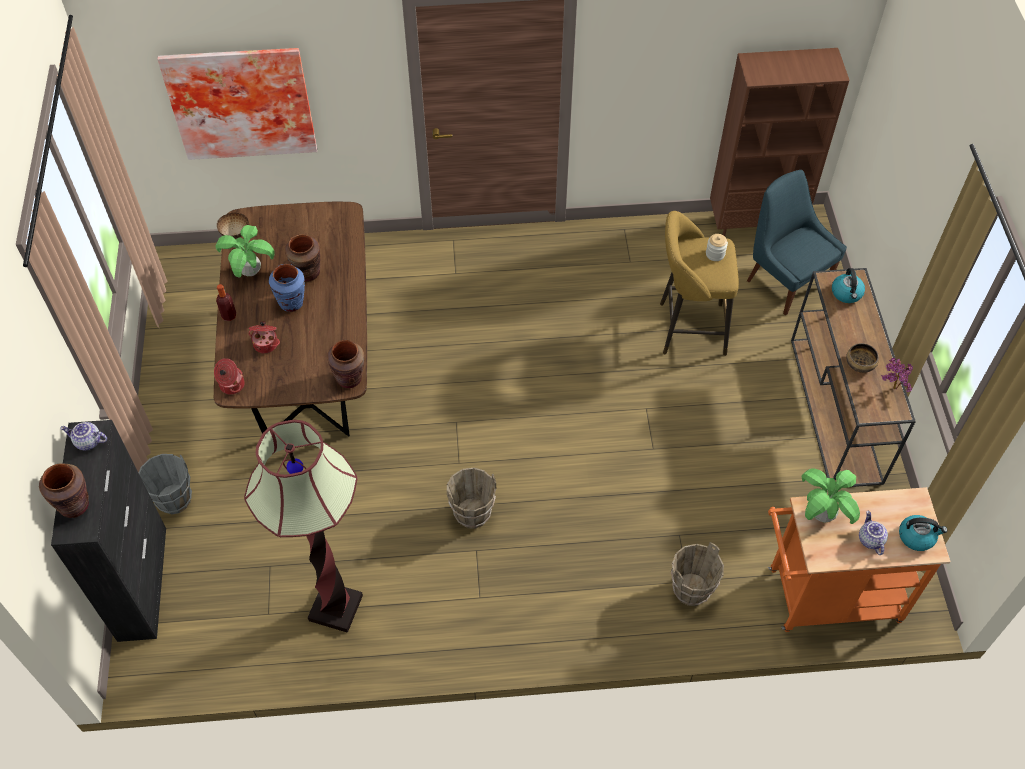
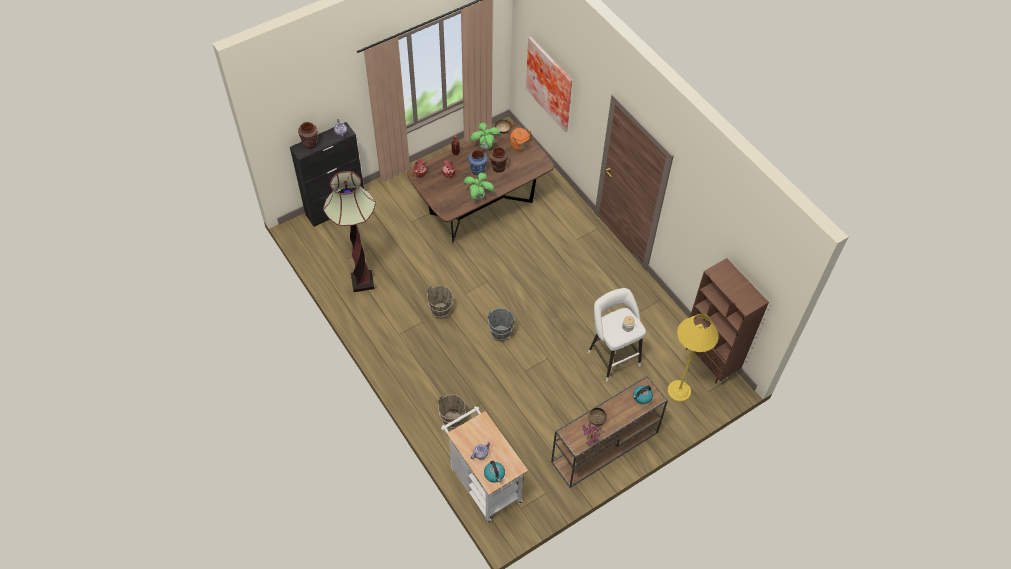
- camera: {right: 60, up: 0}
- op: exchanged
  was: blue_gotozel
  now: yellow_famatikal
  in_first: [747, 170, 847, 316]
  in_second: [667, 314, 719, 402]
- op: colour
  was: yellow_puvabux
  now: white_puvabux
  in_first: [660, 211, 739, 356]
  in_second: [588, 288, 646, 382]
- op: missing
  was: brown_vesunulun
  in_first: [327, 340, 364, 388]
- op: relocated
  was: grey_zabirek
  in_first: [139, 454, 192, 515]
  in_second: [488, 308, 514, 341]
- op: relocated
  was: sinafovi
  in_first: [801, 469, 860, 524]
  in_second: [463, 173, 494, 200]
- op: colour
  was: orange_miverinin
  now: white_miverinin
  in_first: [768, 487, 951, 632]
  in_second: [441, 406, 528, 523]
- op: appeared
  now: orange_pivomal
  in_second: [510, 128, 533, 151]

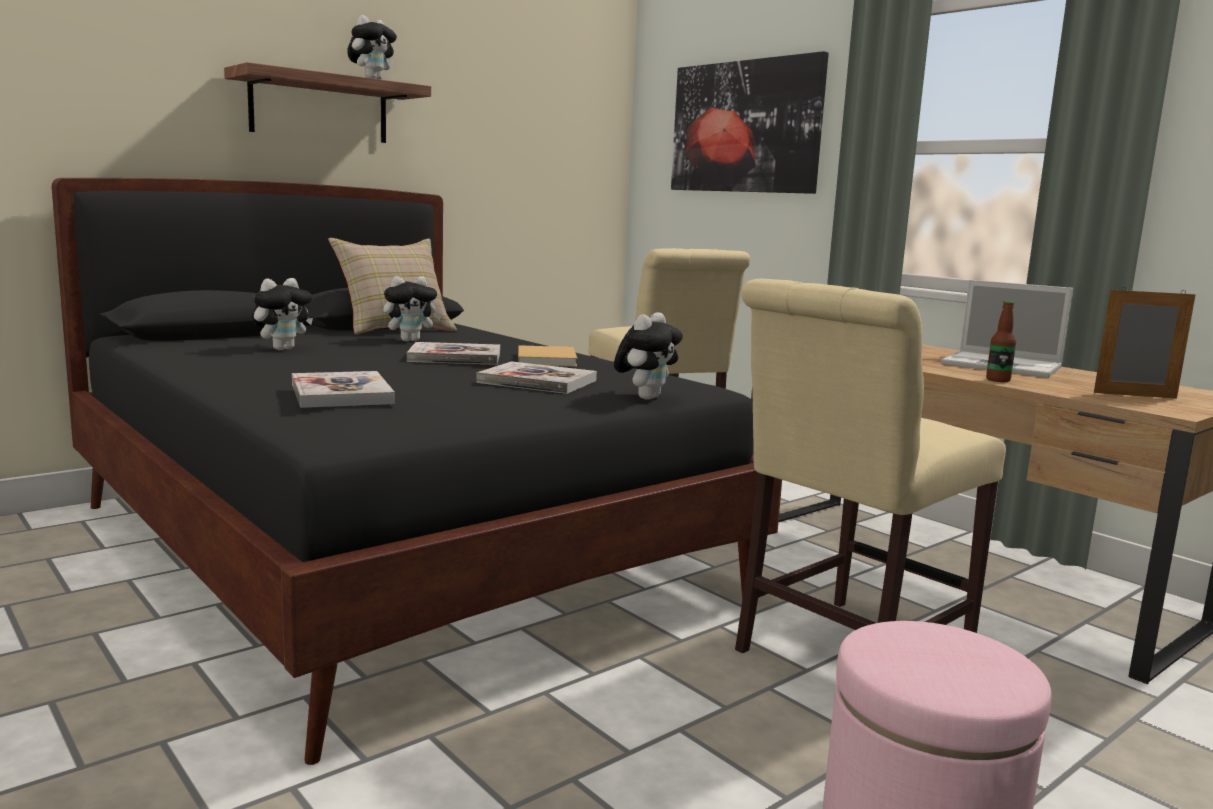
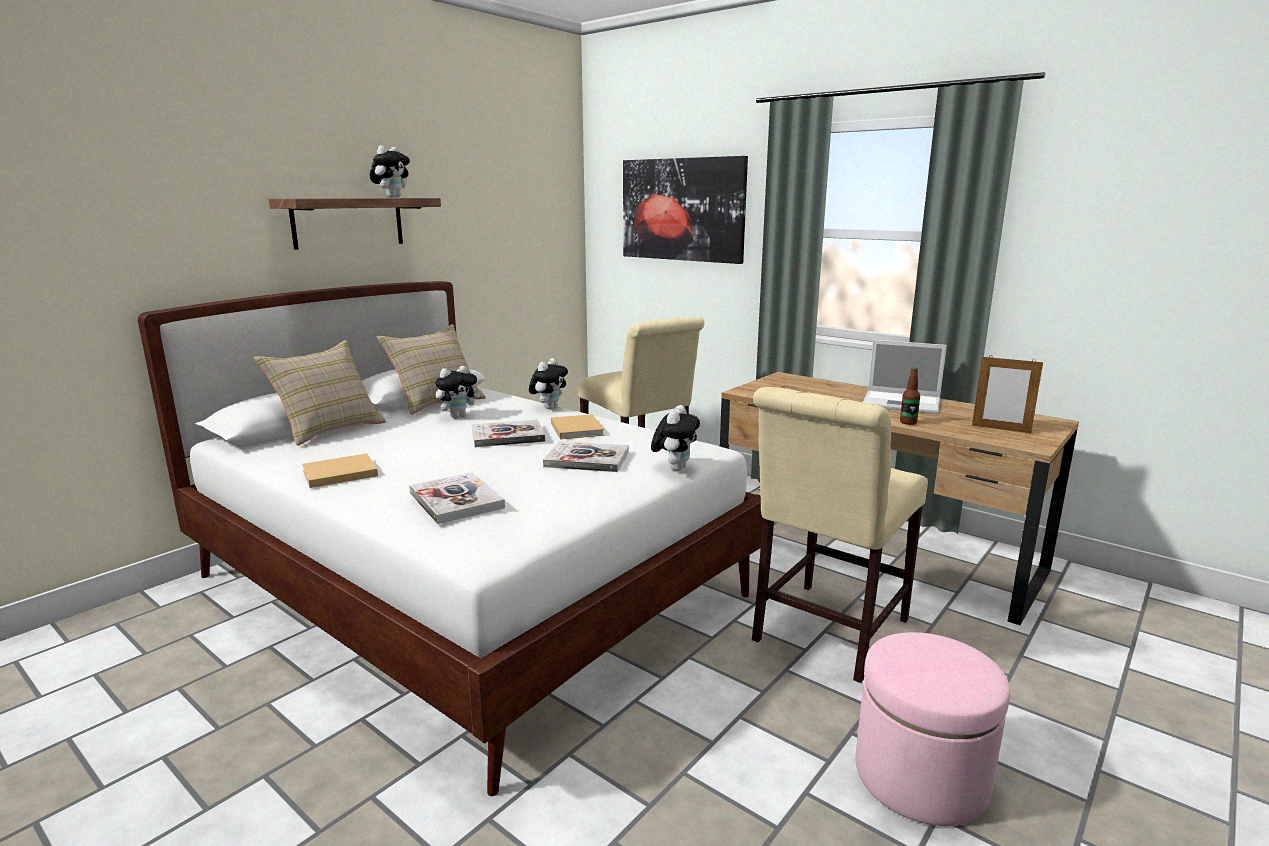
- camera: {right: -10, up: 5}
- op: colour
  was: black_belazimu
  now: white_belazimu
  in_first: [52, 178, 782, 765]
  in_second: [138, 281, 763, 796]
- op: relocated
  was: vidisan
  in_first: [252, 278, 313, 350]
  in_second: [529, 358, 568, 409]
- op: spun
  was: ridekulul
  in_first: [1094, 288, 1196, 399]
  in_second: [972, 355, 1043, 433]
  clockwise: -150
- op: appeared
  now: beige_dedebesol
  in_second: [253, 340, 386, 446]
- op: appeared
  now: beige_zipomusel
  in_second: [302, 453, 378, 488]

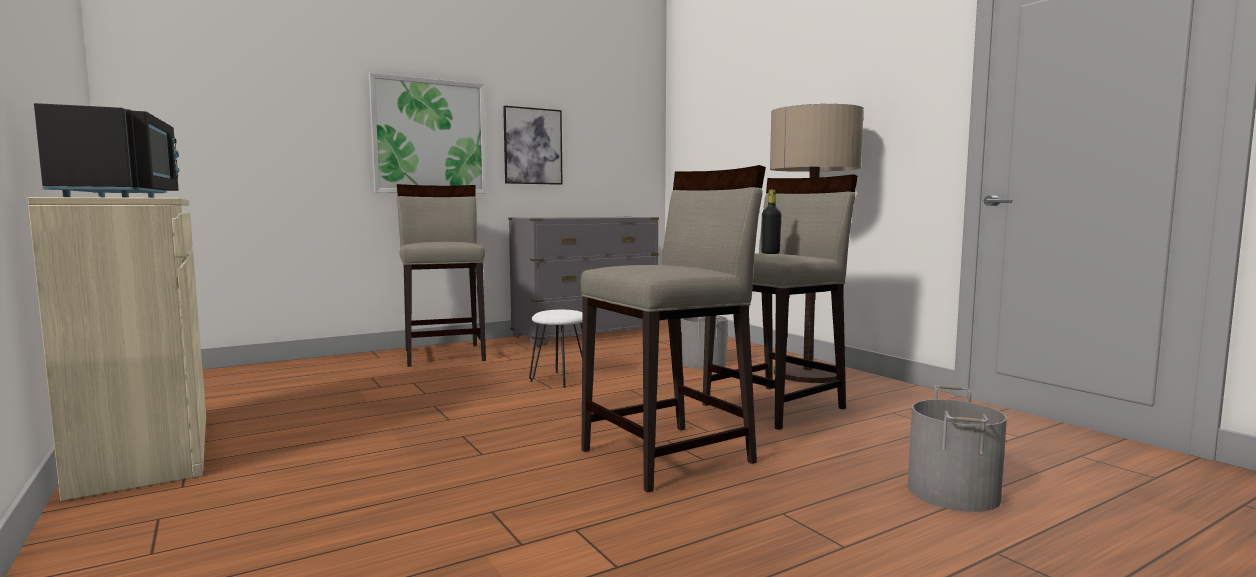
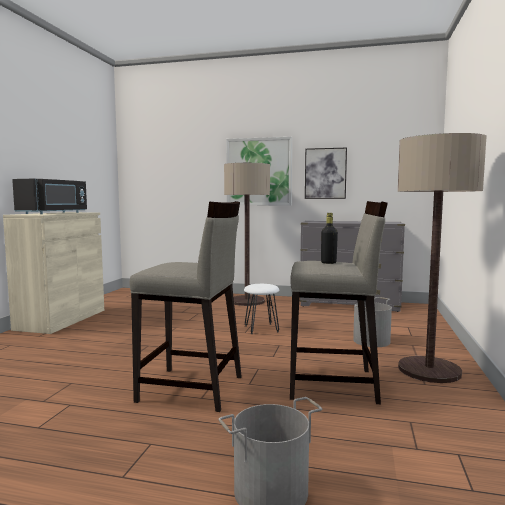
- camera: {right: 45, up: 0}
- op: exchanged
  was: beige_puvabux
  now: famatikal
  in_first: [397, 184, 486, 367]
  in_second: [224, 163, 270, 306]

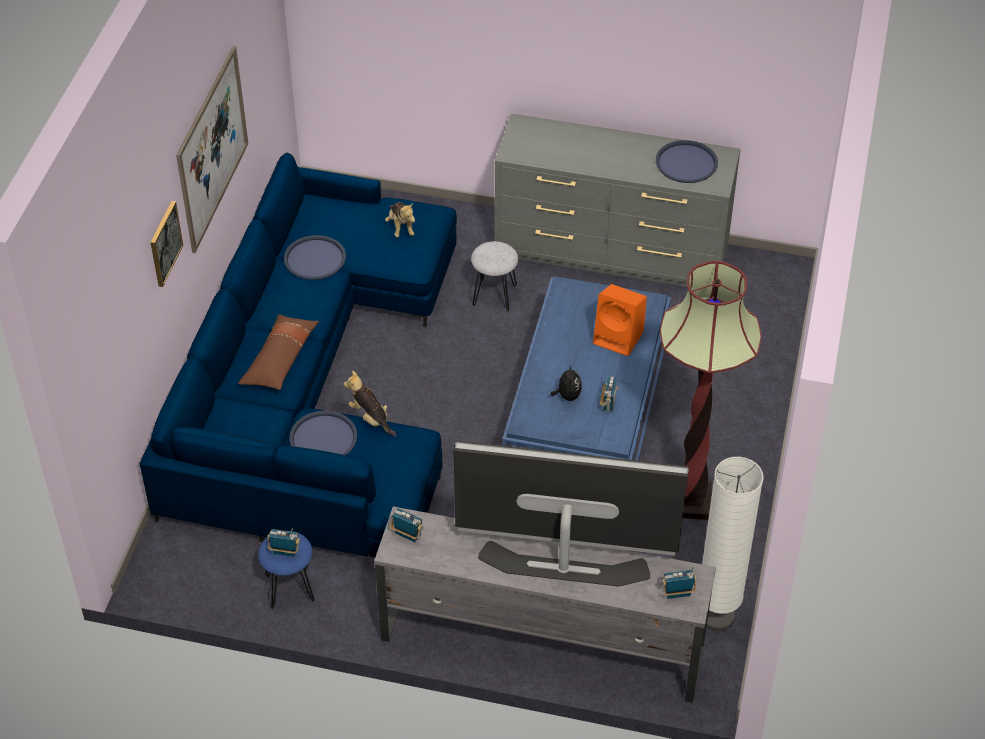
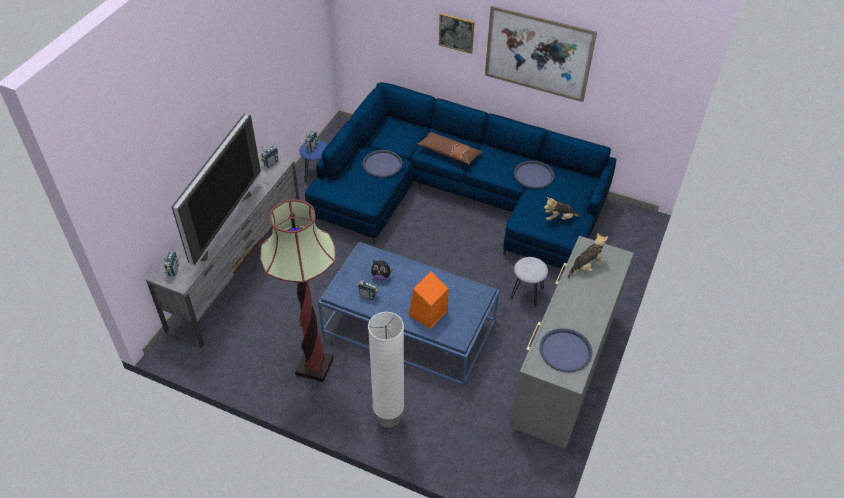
- camera: {right: 100, up: 0}
- op: relocated
  was: vidisan
  in_first: [343, 371, 397, 437]
  in_second: [568, 233, 608, 278]
- op: relocated
  was: white_famatikal
  in_first: [702, 457, 764, 631]
  in_second: [368, 312, 404, 430]

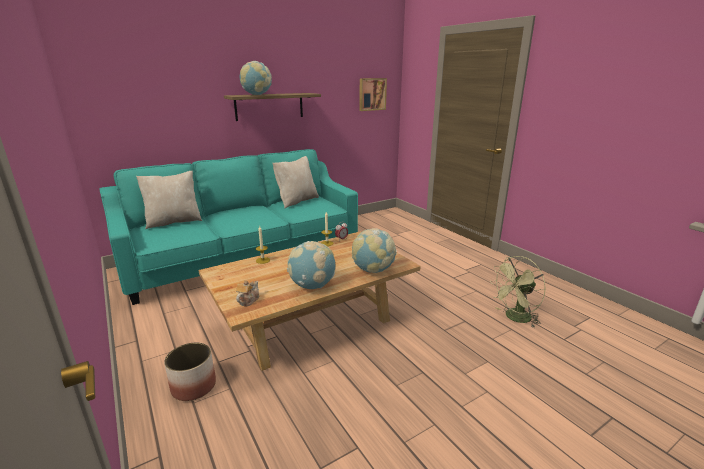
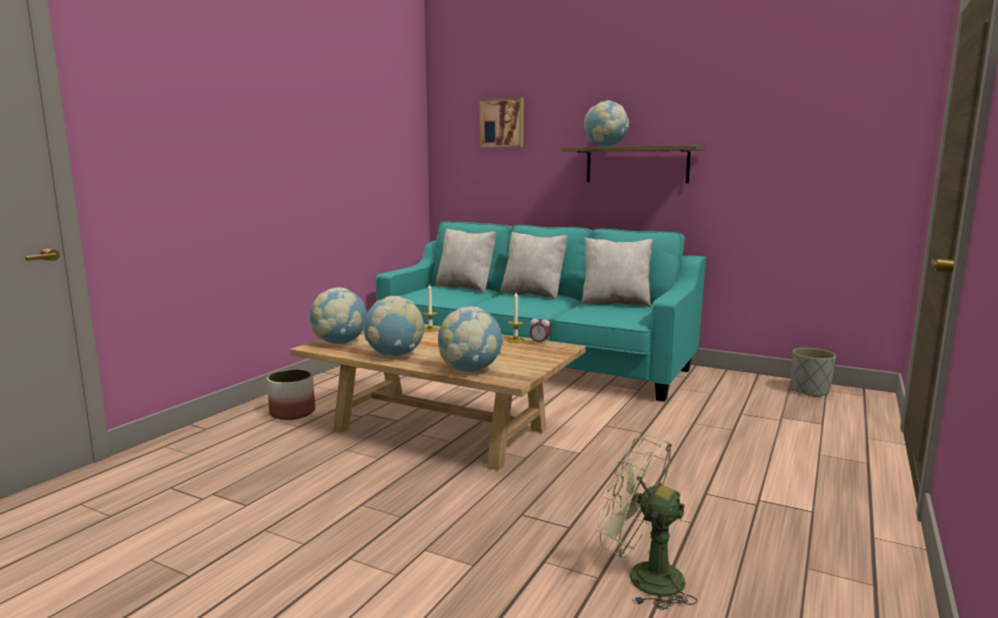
- camera: {right: 60, up: -10}
- op: relocated
  was: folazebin
  in_first: [359, 78, 387, 111]
  in_second: [479, 97, 524, 147]
- op: exchanged
  was: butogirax
  now: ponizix
  in_first: [236, 280, 260, 306]
  in_second: [310, 287, 367, 345]
- op: appeared
  now: beige_dedebesol
  in_second: [500, 232, 568, 299]
- op: appeared
  now: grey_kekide
  in_second: [791, 348, 836, 397]

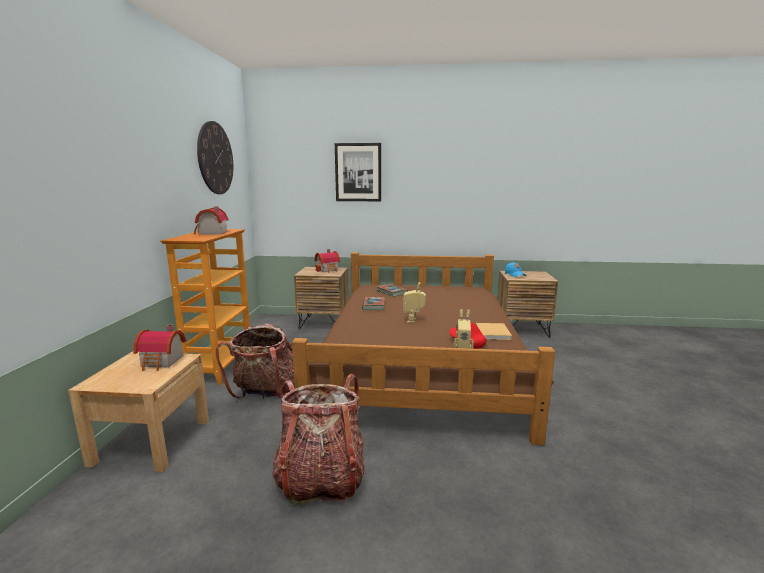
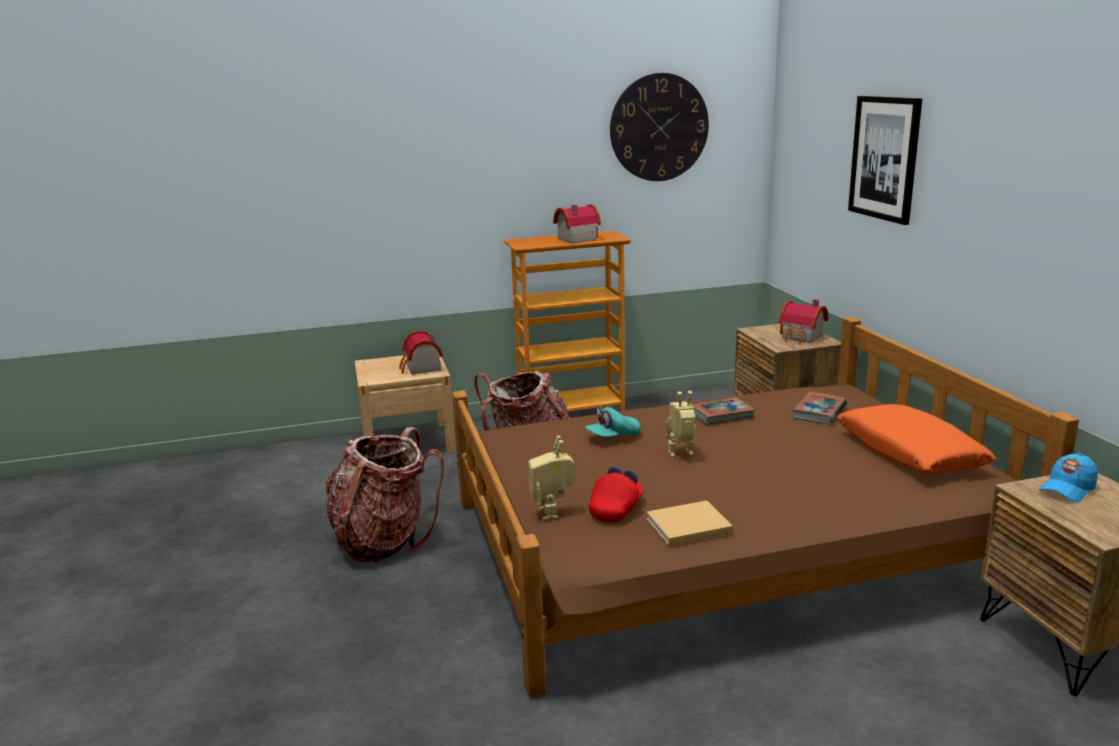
- camera: {right: 70, up: 5}
- op: appeared
  now: orange_dedebesol
  in_second: [837, 404, 996, 474]
- op: appeared
  now: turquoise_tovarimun
  in_second: [585, 405, 641, 437]

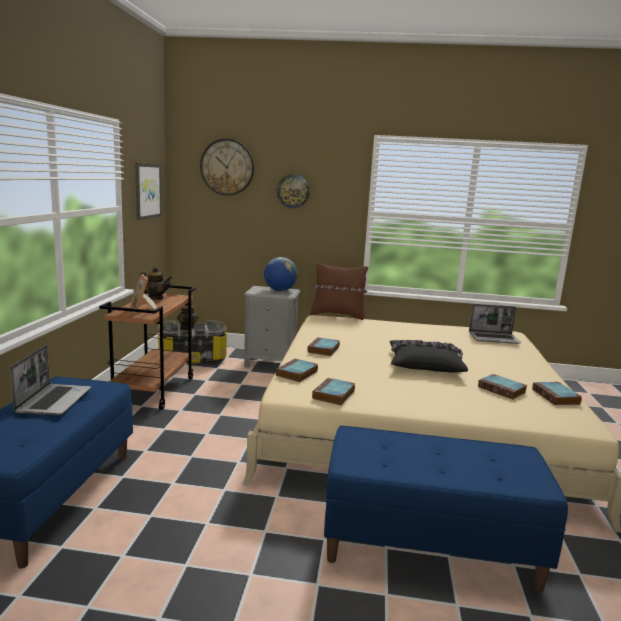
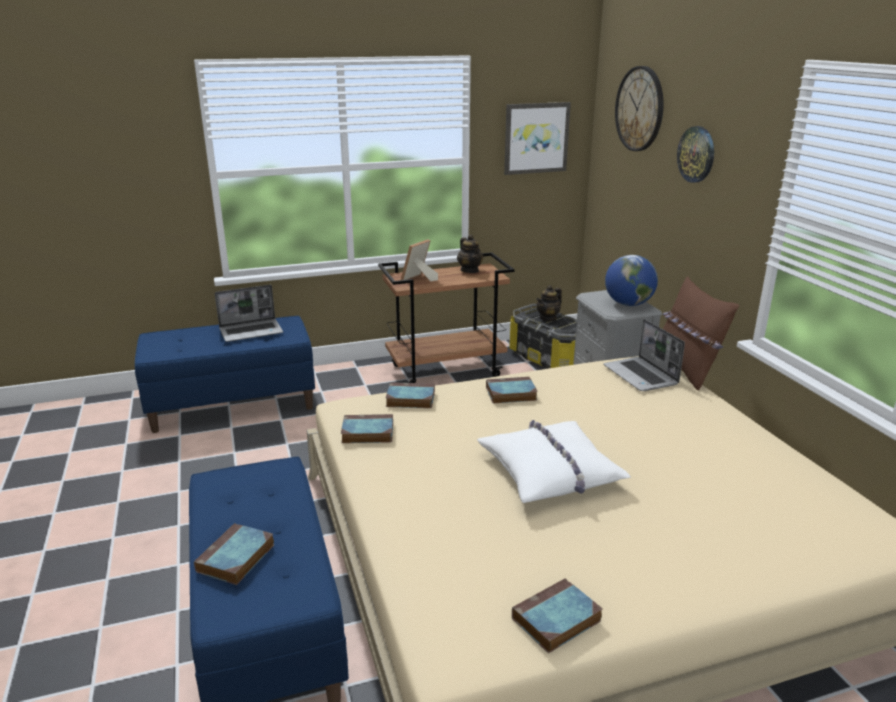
- camera: {right: 65, up: 10}
- op: relocated
  was: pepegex
  in_first: [469, 304, 521, 344]
  in_second: [603, 319, 685, 391]
- op: colour
  was: black_dedebesol
  now: white_dedebesol
  in_first: [390, 340, 468, 372]
  in_second: [477, 420, 631, 503]
- op: relocated
  was: zipomusel
  in_first: [478, 374, 527, 399]
  in_second: [194, 523, 275, 585]

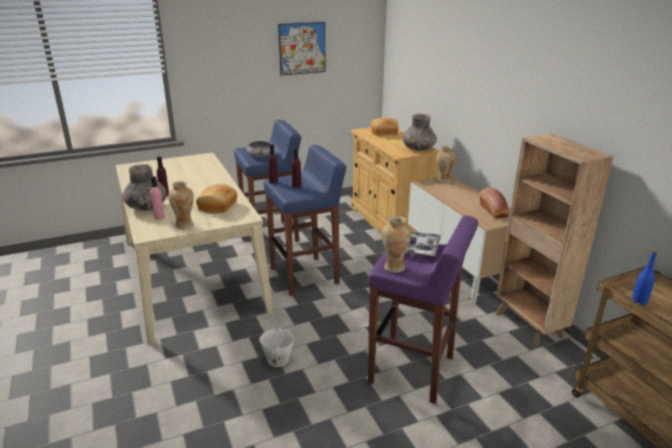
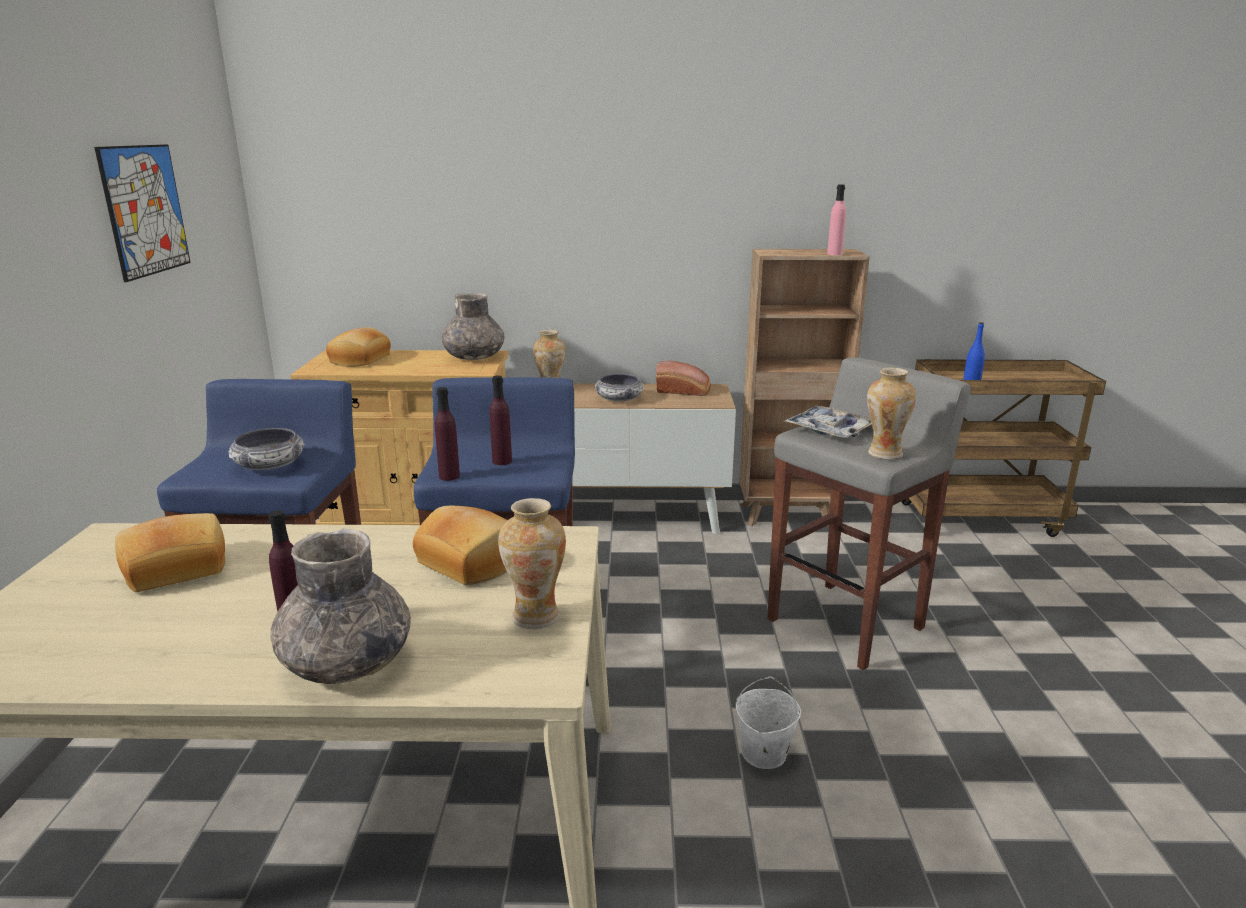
- camera: {right: -65, up: -5}
- op: relocated
  was: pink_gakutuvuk
  in_first: [151, 176, 165, 220]
  in_second: [827, 185, 846, 255]
- op: colour
  was: purple_puvabux
  now: grey_puvabux
  in_first: [368, 215, 478, 404]
  in_second: [767, 358, 971, 670]
- op: appeared
  now: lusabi
  in_second: [595, 374, 644, 401]
- op: appeared
  now: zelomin
  in_second: [115, 513, 225, 592]

